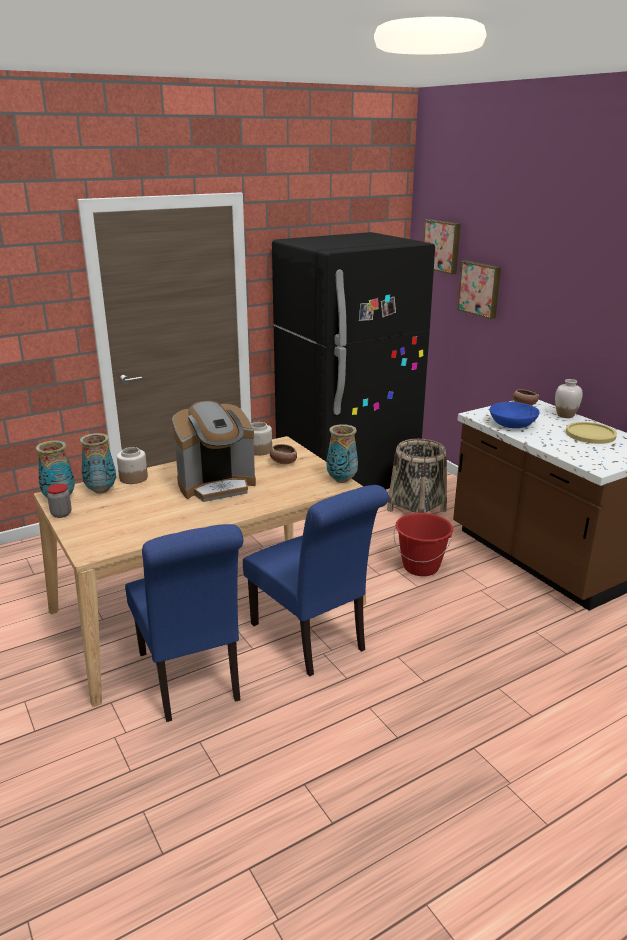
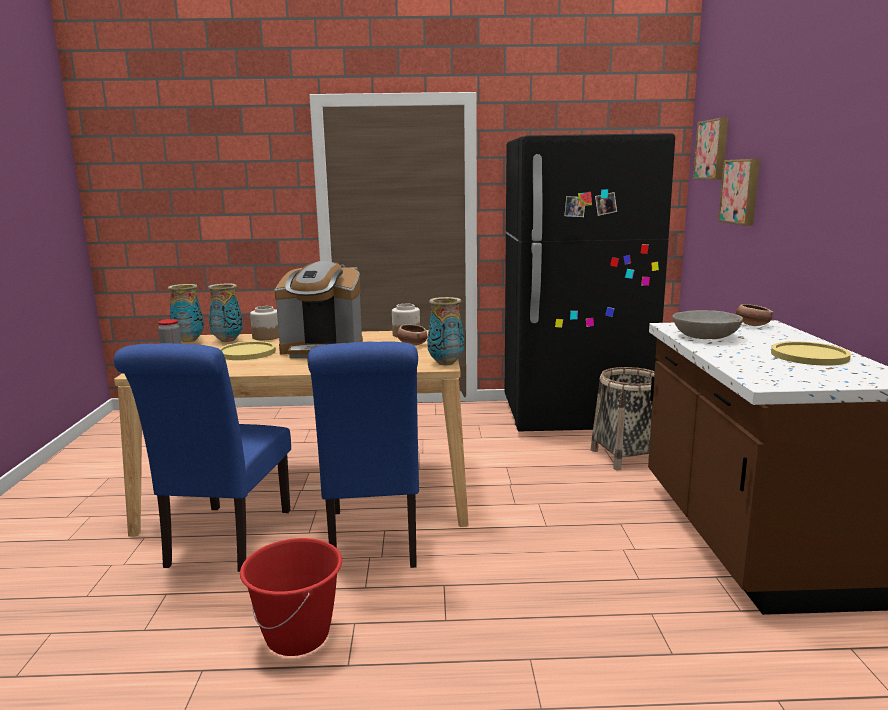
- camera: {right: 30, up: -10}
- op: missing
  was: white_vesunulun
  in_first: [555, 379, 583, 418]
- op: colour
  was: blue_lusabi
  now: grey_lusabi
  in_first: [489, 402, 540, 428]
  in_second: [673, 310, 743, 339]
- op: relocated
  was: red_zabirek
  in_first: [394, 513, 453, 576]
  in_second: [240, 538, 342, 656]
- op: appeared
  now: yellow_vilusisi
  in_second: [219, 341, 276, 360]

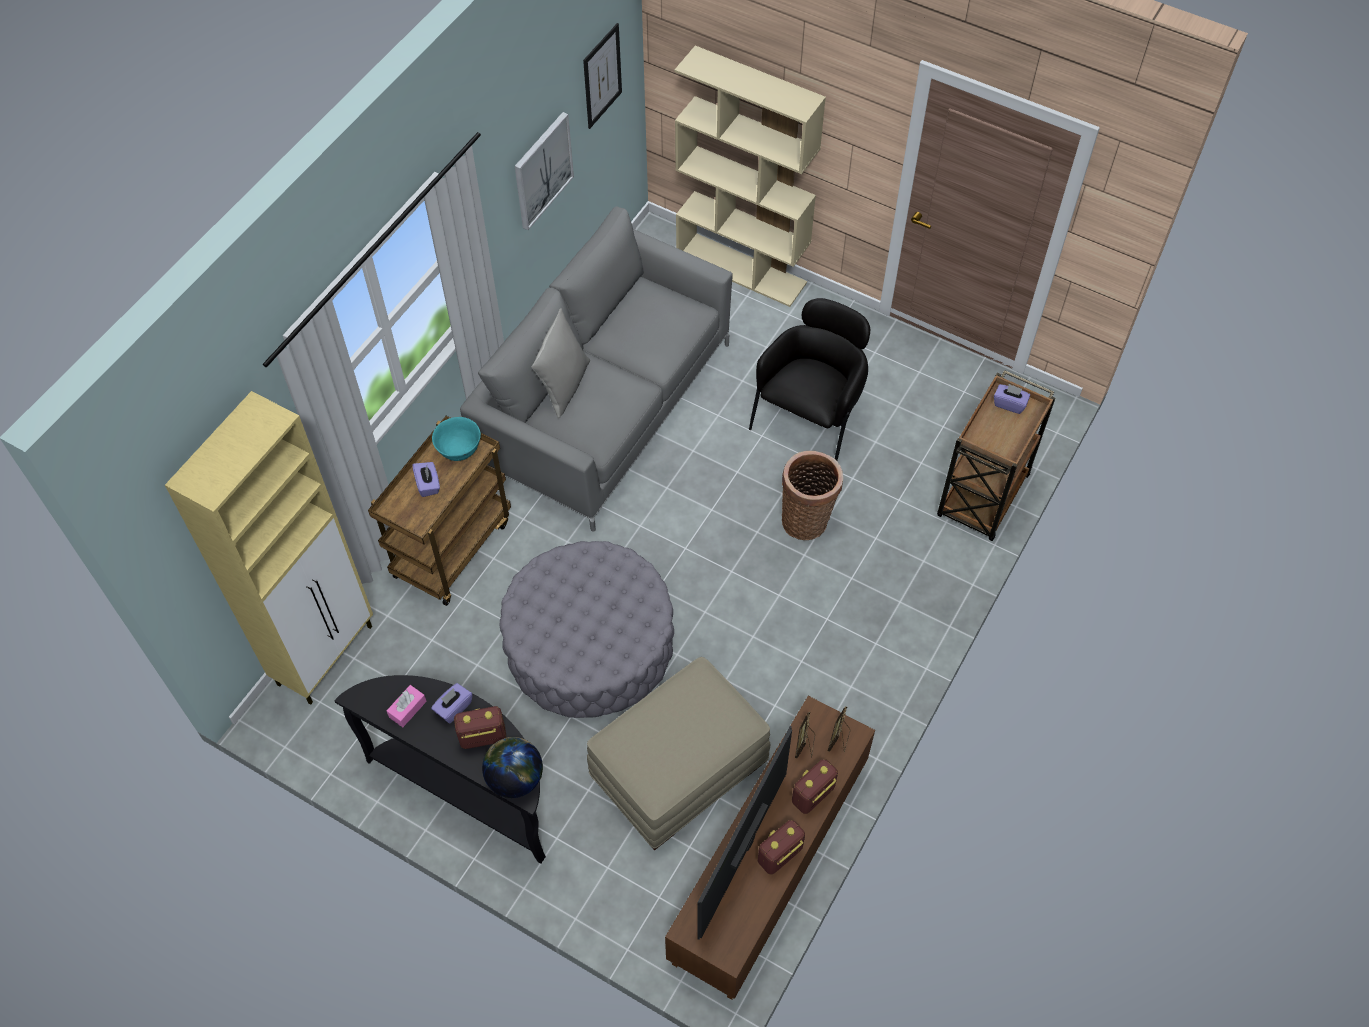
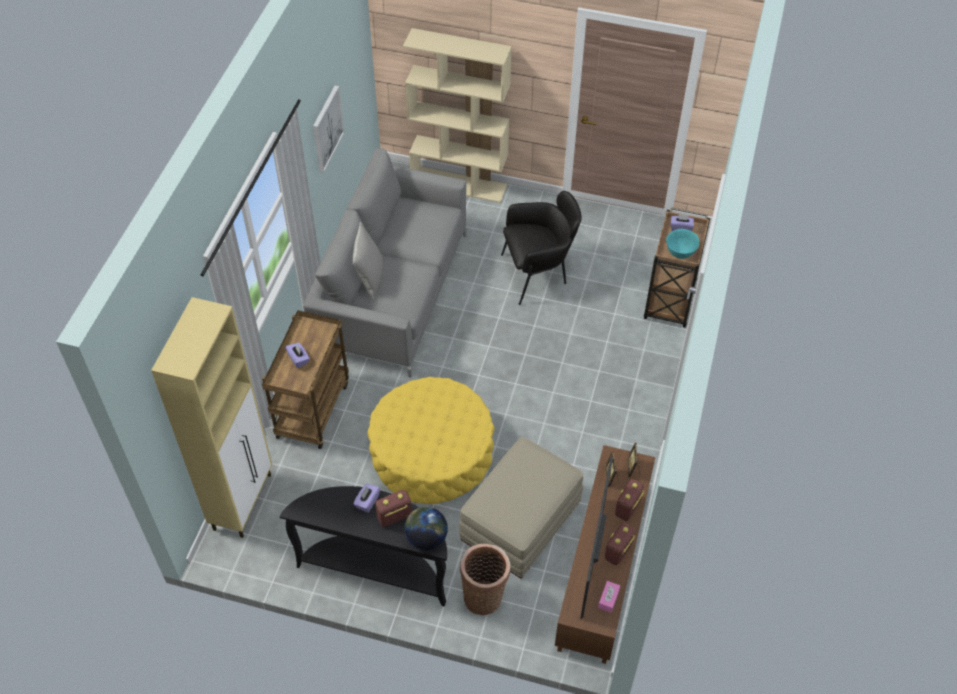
- camera: {right: -15, up: -5}
- op: missing
  was: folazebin
  in_first: [583, 23, 622, 129]
- op: spun
  was: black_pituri
  in_first: [749, 298, 870, 460]
  in_second: [501, 191, 582, 305]
  clockwise: 60
- op: relocated
  was: turquoise_lusabi
  in_first: [432, 417, 481, 461]
  in_second: [666, 229, 700, 259]
- op: relocated
  was: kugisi
  in_first: [782, 451, 843, 540]
  in_second: [460, 544, 510, 615]
- op: colour
  was: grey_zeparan
  now: yellow_zeparan
  in_first: [500, 541, 674, 718]
  in_second: [367, 377, 494, 504]
- op: relocated
  was: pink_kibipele
  in_first: [387, 685, 427, 727]
  in_second: [598, 581, 620, 613]

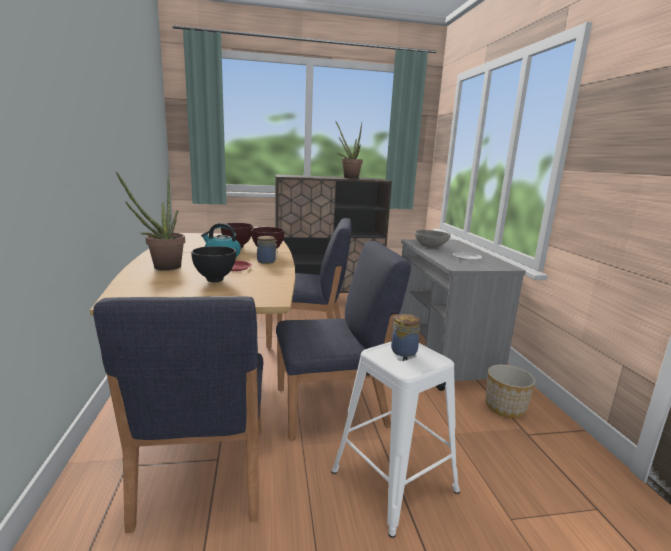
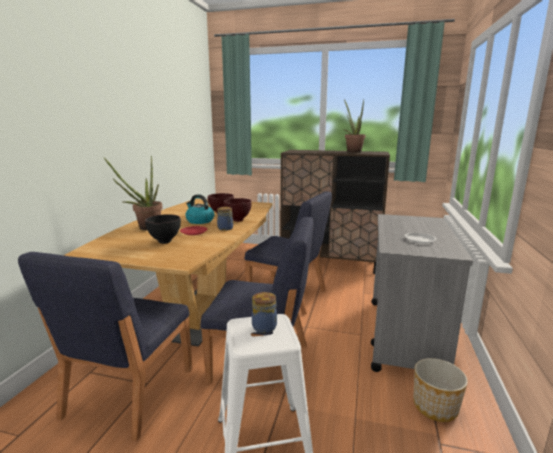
- camera: {right: 25, up: 0}
- op: missing
  was: grey_lusabi
  in_first: [415, 230, 451, 248]

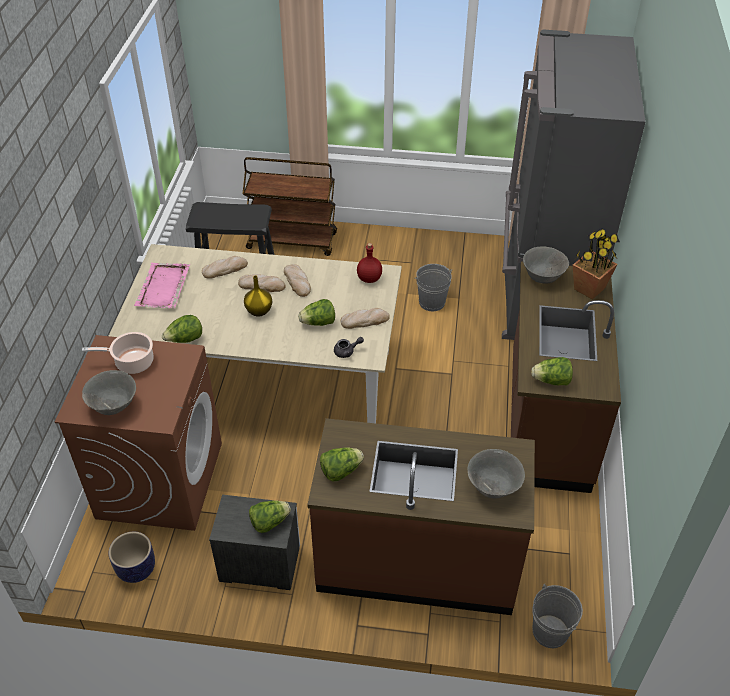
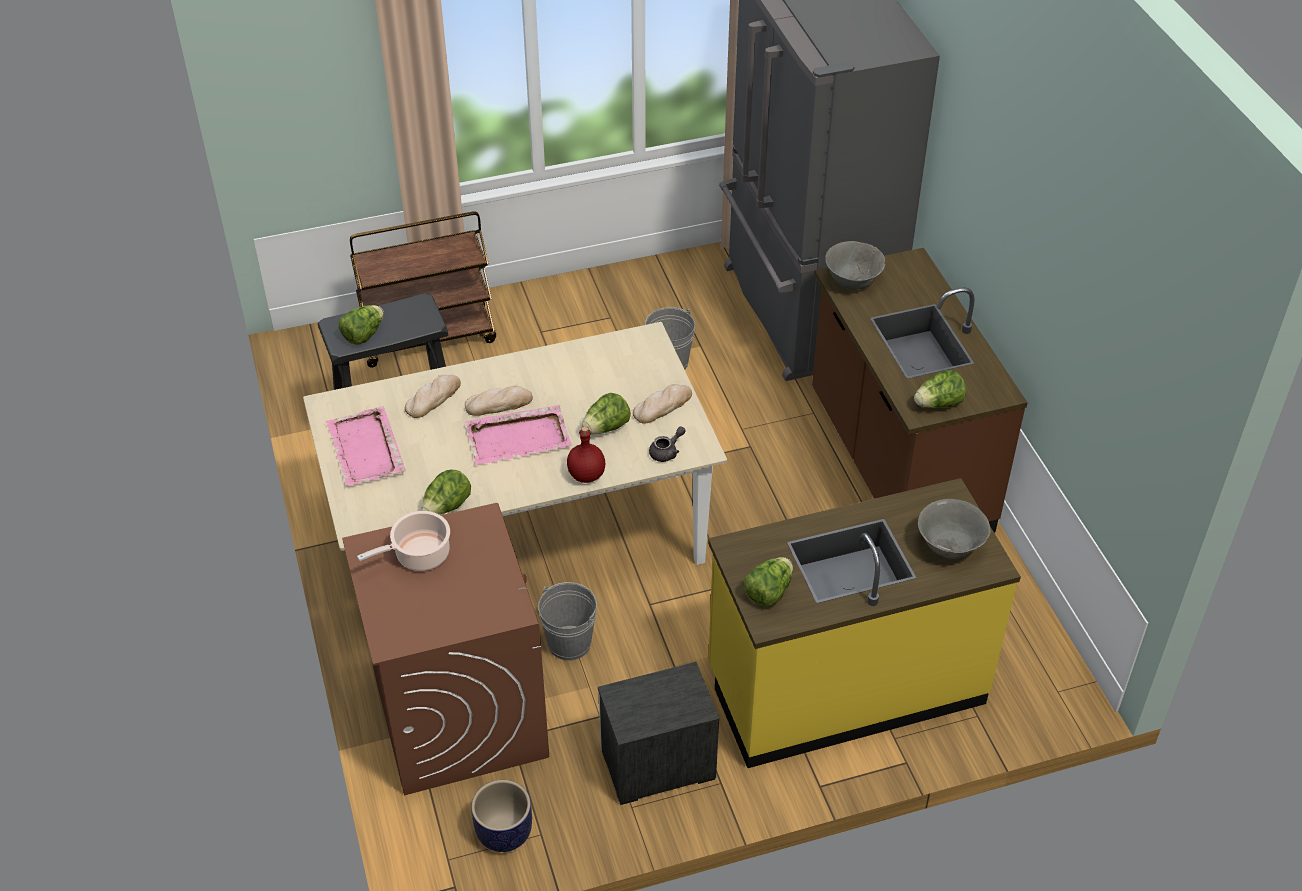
- camera: {right: -25, up: 0}
- op: missing
  was: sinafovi
  in_first: [573, 228, 620, 299]
- op: relocated
  was: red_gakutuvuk
  in_first: [357, 243, 382, 283]
  in_second: [567, 426, 605, 483]
- op: missing
  was: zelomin
  in_first: [284, 264, 311, 297]
- op: exchanged
  was: yellow_vesunulun
  now: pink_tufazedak
  in_first: [244, 276, 272, 317]
  in_second: [466, 405, 572, 465]
- op: missing
  was: grey_lusabi
  in_first: [82, 370, 136, 415]
- op: colour
  was: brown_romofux
  now: yellow_romofux
  in_first: [307, 418, 535, 615]
  in_second: [708, 478, 1021, 768]
- op: relocated
  was: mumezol
  in_first: [249, 500, 291, 533]
  in_second: [339, 305, 384, 345]
- op: relocated
  was: grey_zabirek
  in_first: [532, 584, 583, 648]
  in_second: [538, 582, 597, 660]

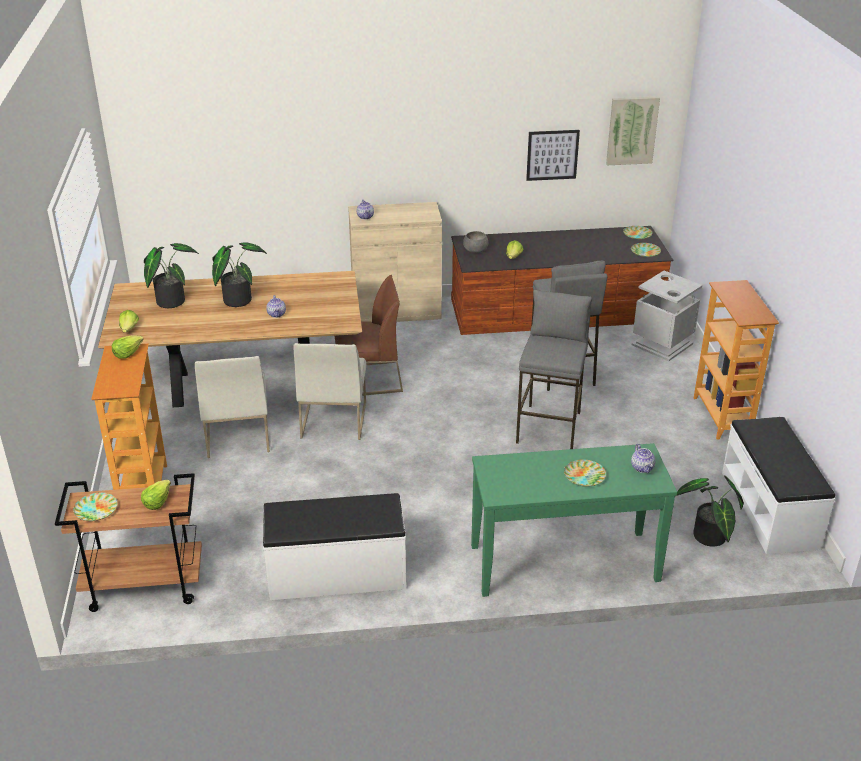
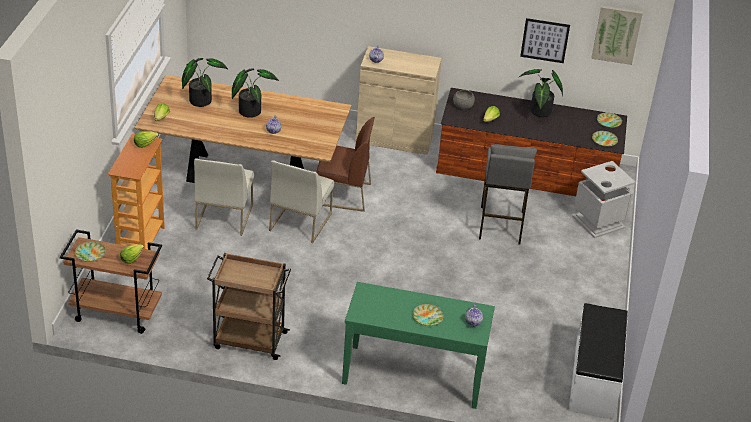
- camera: {right: 15, up: 5}
- op: missing
  was: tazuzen
  in_first: [694, 280, 779, 440]
- op: missing
  was: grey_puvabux
  in_first: [516, 290, 592, 449]
- op: relocated
  was: sinafovi
  in_first: [677, 475, 744, 547]
  in_second: [519, 69, 563, 117]
- op: exchanged
  was: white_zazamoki
  now: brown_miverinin
  in_first: [263, 493, 406, 600]
  in_second: [207, 253, 291, 360]

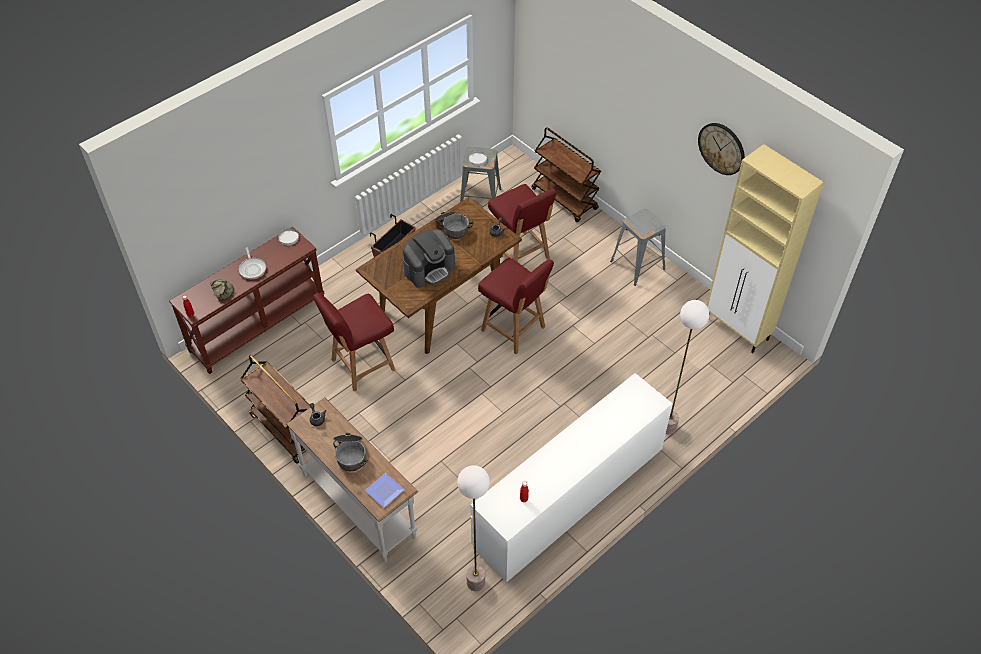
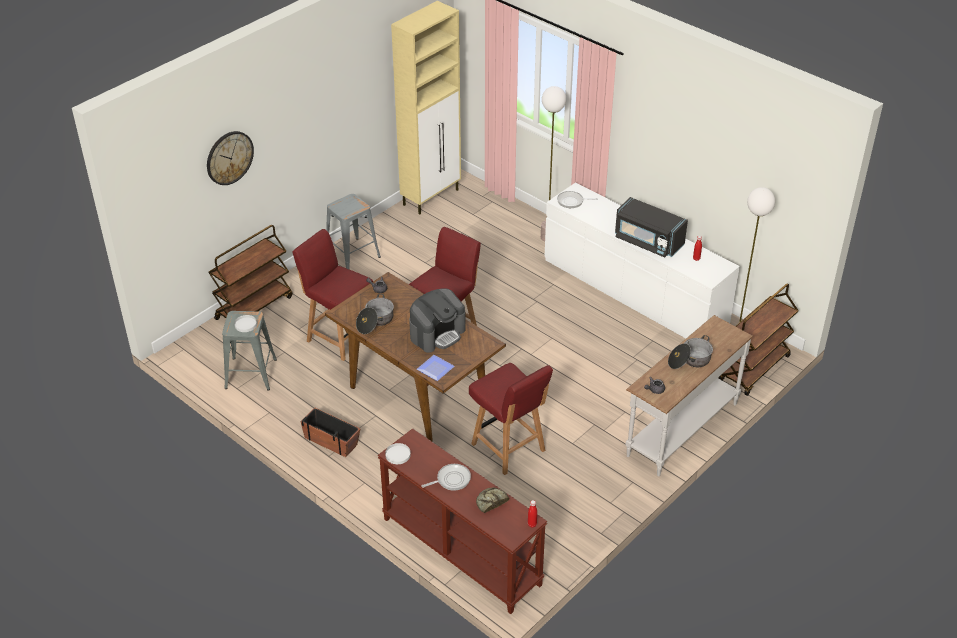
- camera: {right: -95, up: -10}
- op: relocated
  was: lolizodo
  in_first: [698, 123, 745, 175]
  in_second: [207, 131, 254, 185]
- op: spun
  was: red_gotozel
  in_first: [488, 184, 557, 262]
  in_second: [292, 229, 373, 361]
  clockwise: -105
- op: spun
  was: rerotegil
  in_first: [403, 229, 455, 288]
  in_second: [409, 288, 466, 353]
  clockwise: 90
- op: relocated
  was: brown_miverinin
  in_first: [240, 355, 310, 464]
  in_second: [719, 284, 799, 396]
- op: relocated
  was: vilusisi
  in_first: [365, 473, 405, 508]
  in_second: [417, 355, 455, 381]
- op: appeared
  now: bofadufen
  in_second: [557, 191, 598, 208]
- op: appeared
  now: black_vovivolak
  in_second: [615, 197, 688, 257]

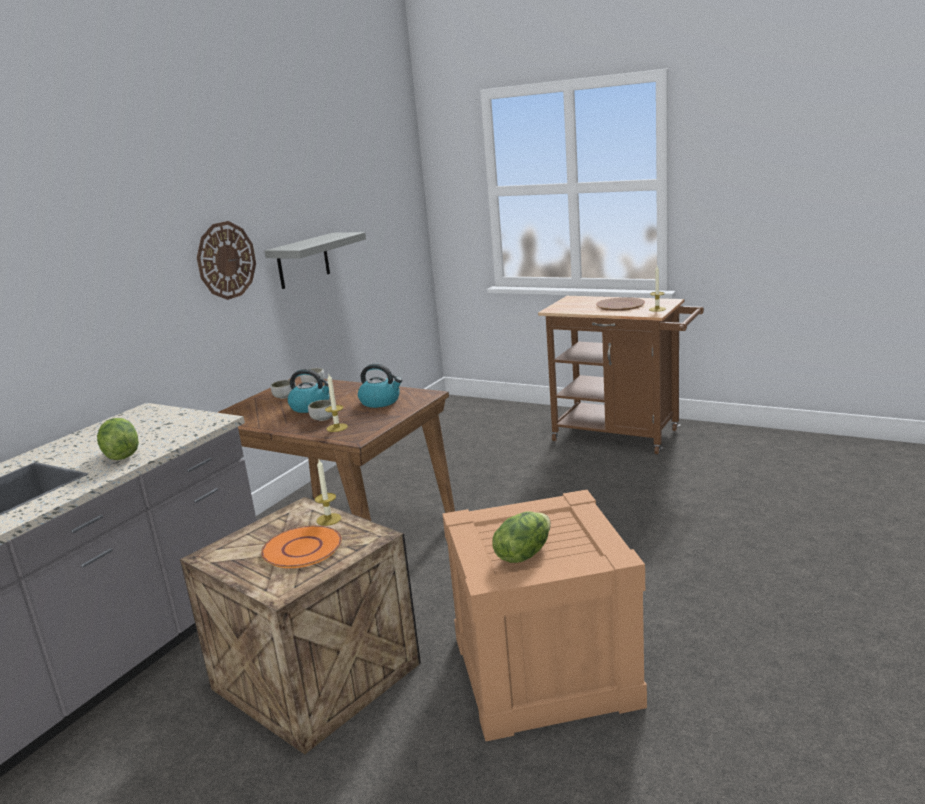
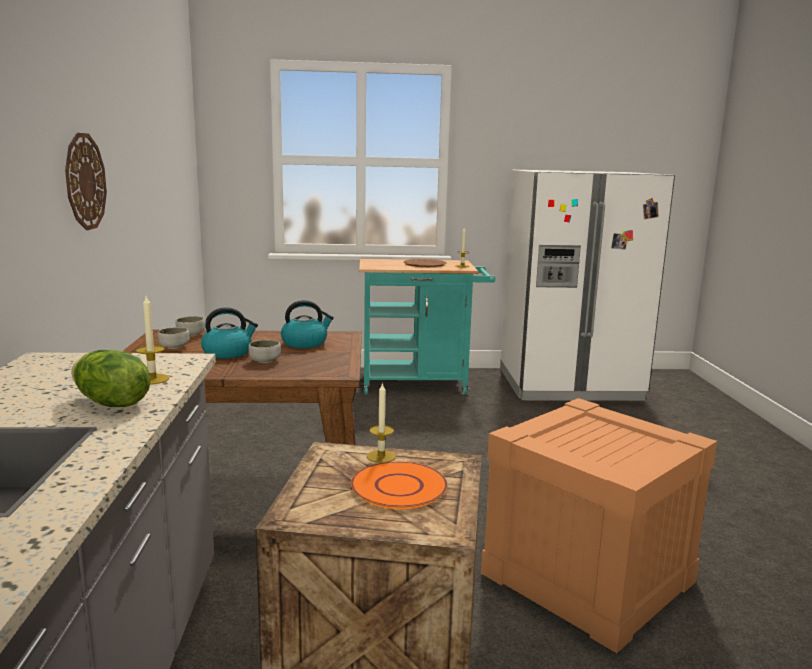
- camera: {right: -35, up: -5}
- op: missing
  was: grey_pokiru
  in_first: [265, 232, 366, 289]
- op: colour
  was: brown_miverinin
  now: turquoise_miverinin
  in_first: [538, 296, 704, 454]
  in_second: [359, 259, 495, 395]
- op: relocated
  was: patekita
  in_first: [325, 374, 348, 432]
  in_second: [135, 296, 169, 385]
- op: missing
  was: mumezol
  in_first: [492, 511, 551, 563]
- op: appeared
  now: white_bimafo
  in_second: [500, 170, 675, 401]

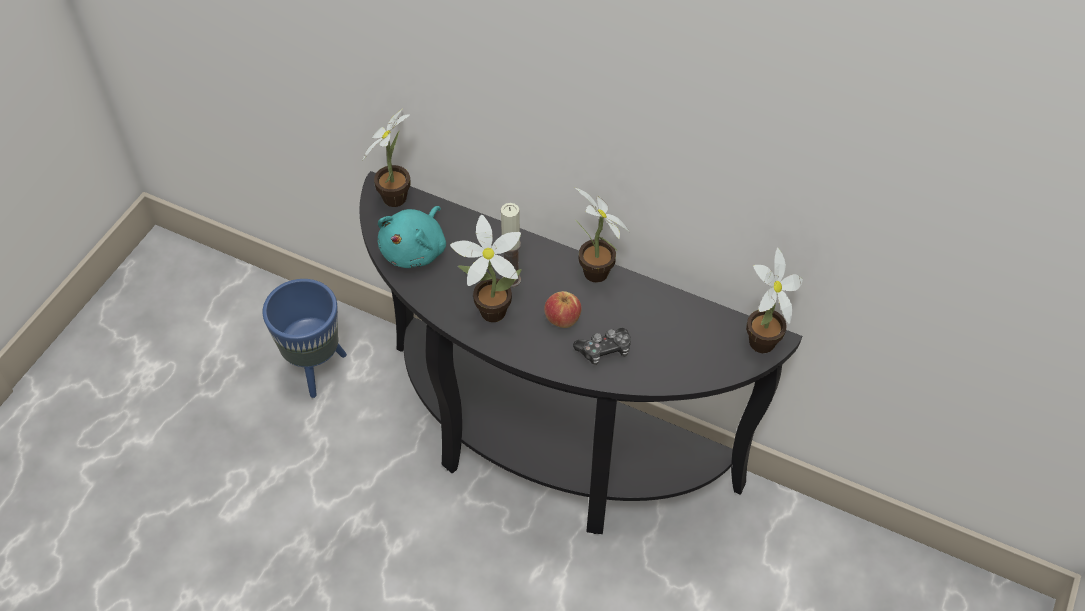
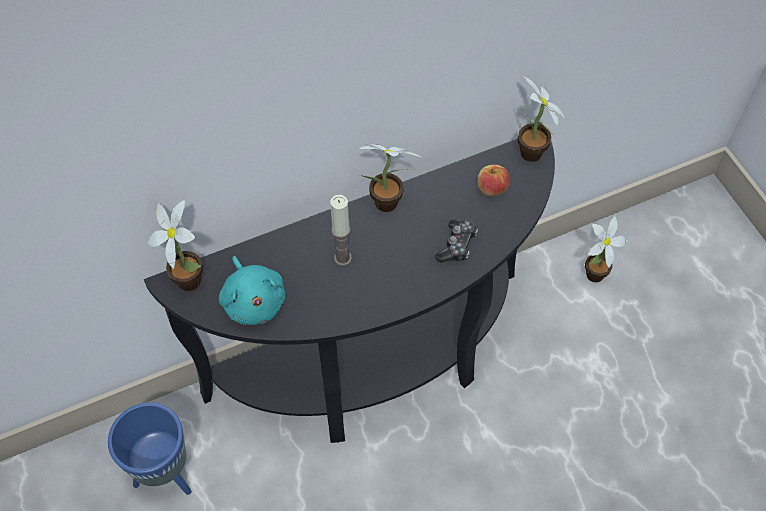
- camera: {right: -50, up: 5}
- op: relocated
  was: sinafovi
  in_first: [450, 214, 522, 322]
  in_second: [585, 216, 628, 283]
- op: relocated
  was: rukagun
  in_first: [544, 291, 582, 328]
  in_second: [477, 164, 510, 196]

